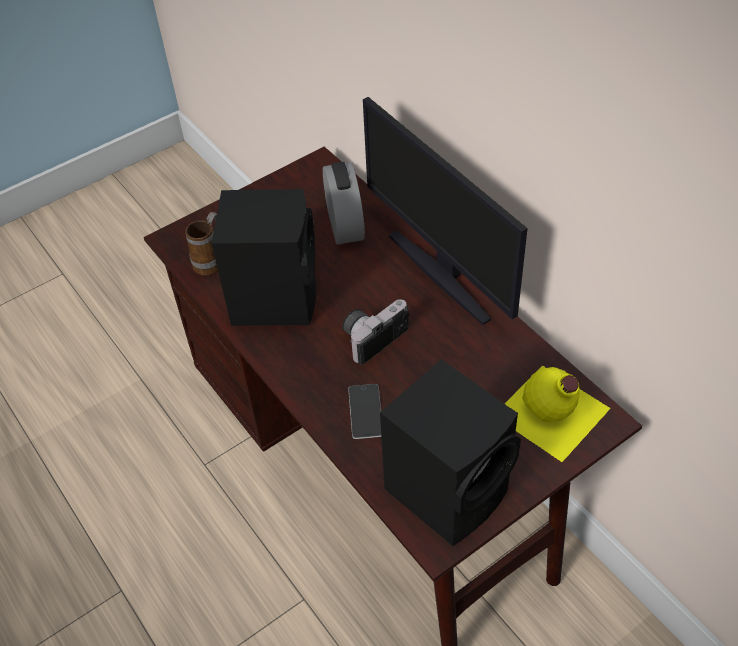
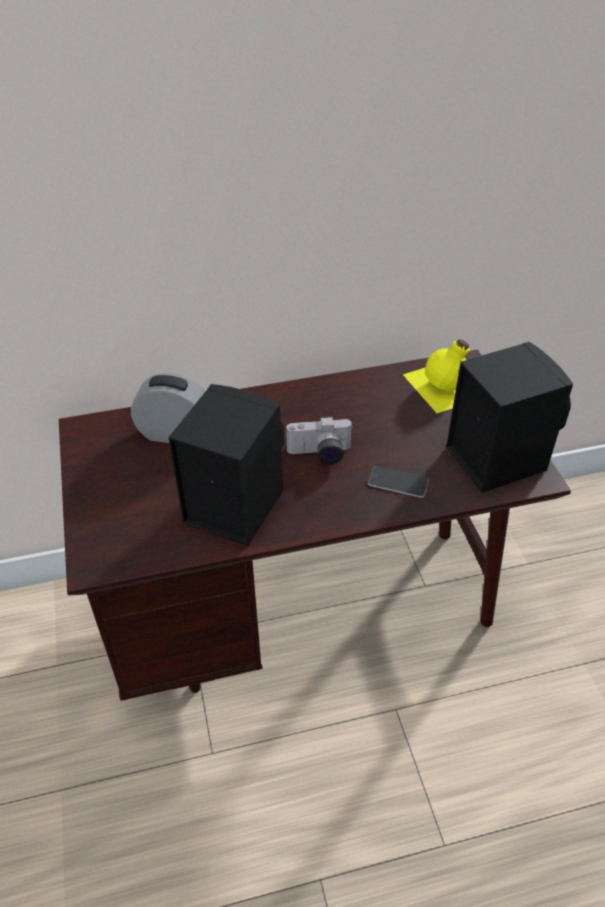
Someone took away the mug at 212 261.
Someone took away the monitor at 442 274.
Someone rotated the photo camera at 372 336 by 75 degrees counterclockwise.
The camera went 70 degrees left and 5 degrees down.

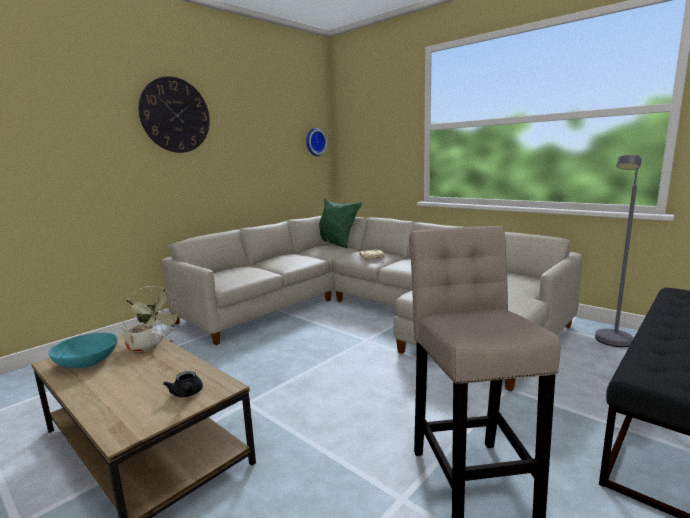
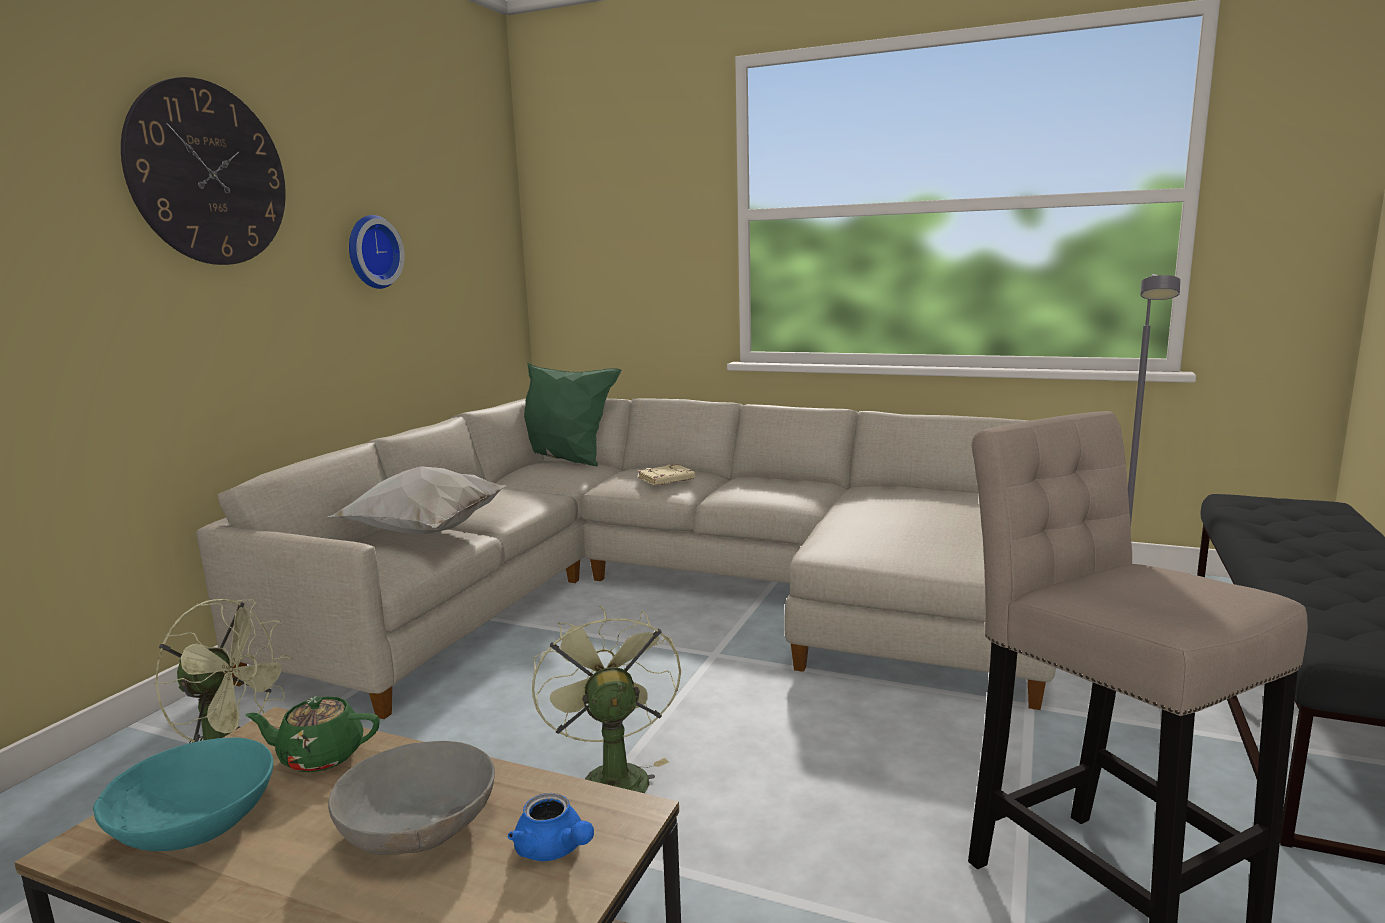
Someone put down the white pillow at 424 533.
Someone put down the grey bowl at 419 826.
Someone put down the green fan at 610 776.
Someone carried the wall clock from 314 142 to 371 252.
Someone repainted the beige teapot at 143 346, which became the green teapot at 320 756.
Someone repainted the black teapot at 187 394, which became the blue teapot at 554 850.
The camera went 20 degrees left and 0 degrees up.

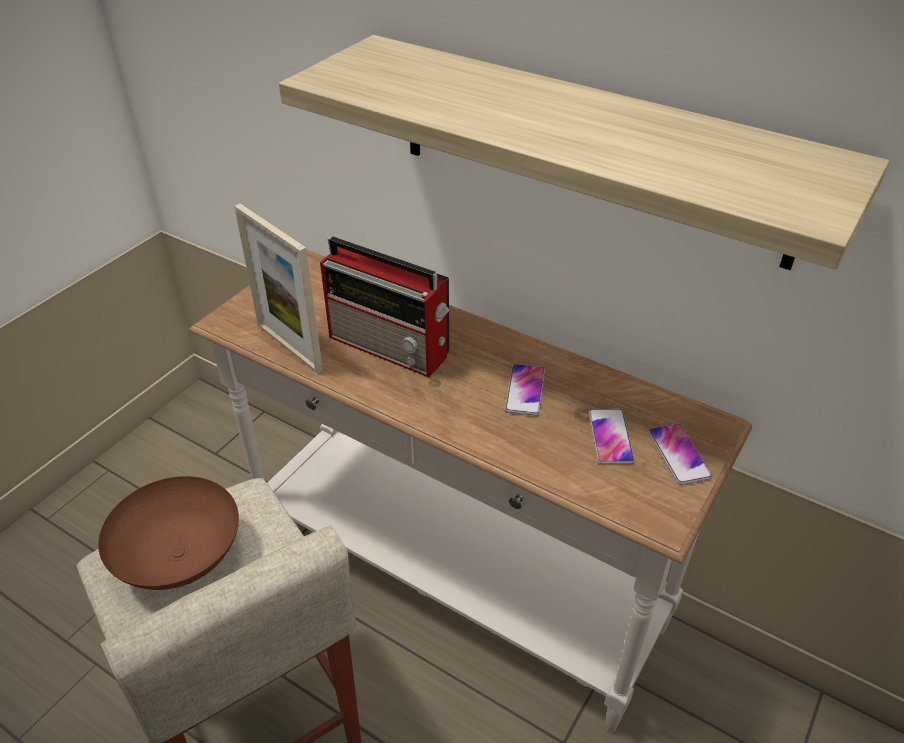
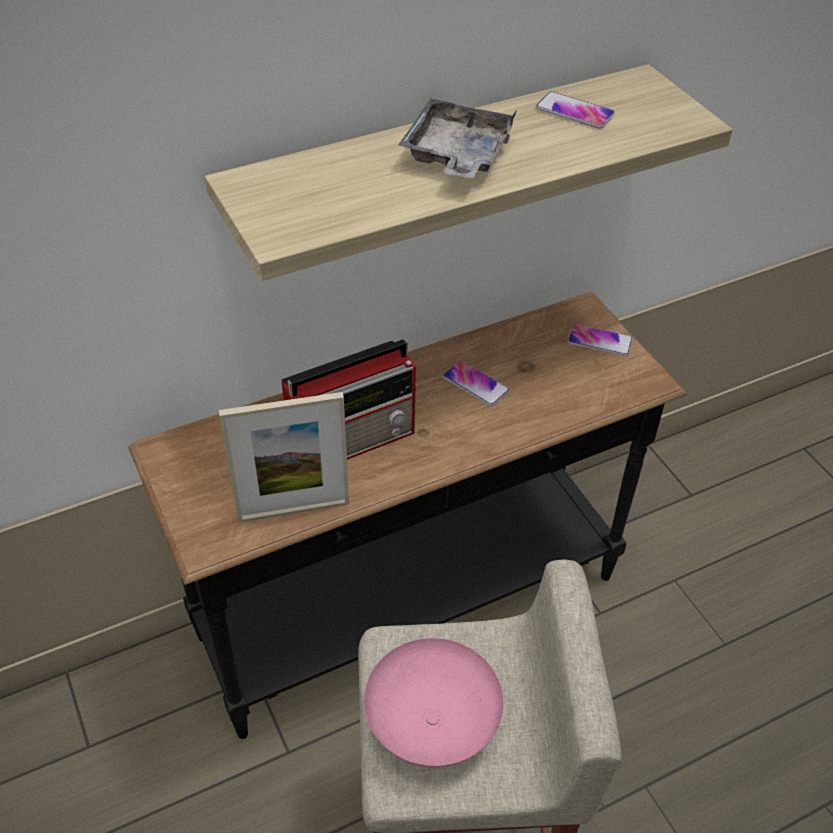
Someone put down the grey tray at 456 155.
Someone carried the phone from 610 437 to 574 111.
Someone repainted the brown bowl at 182 556, which became the pink bowl at 431 721.
Someone repainted the white console table at 452 581, which became the black console table at 412 610.
The camera went 60 degrees left and 5 degrees up.

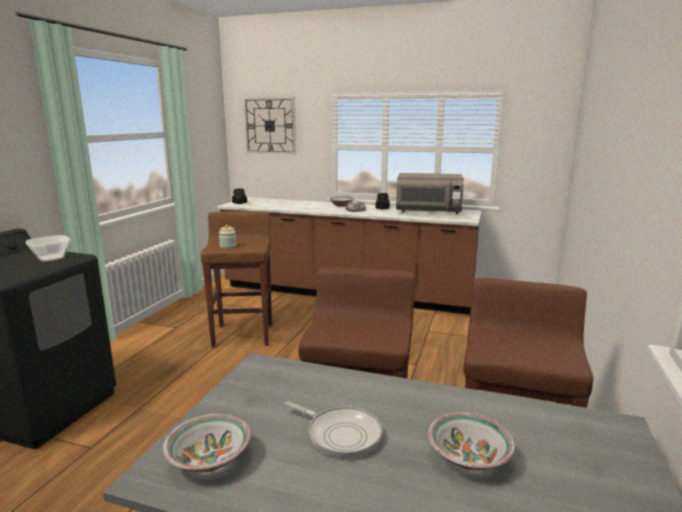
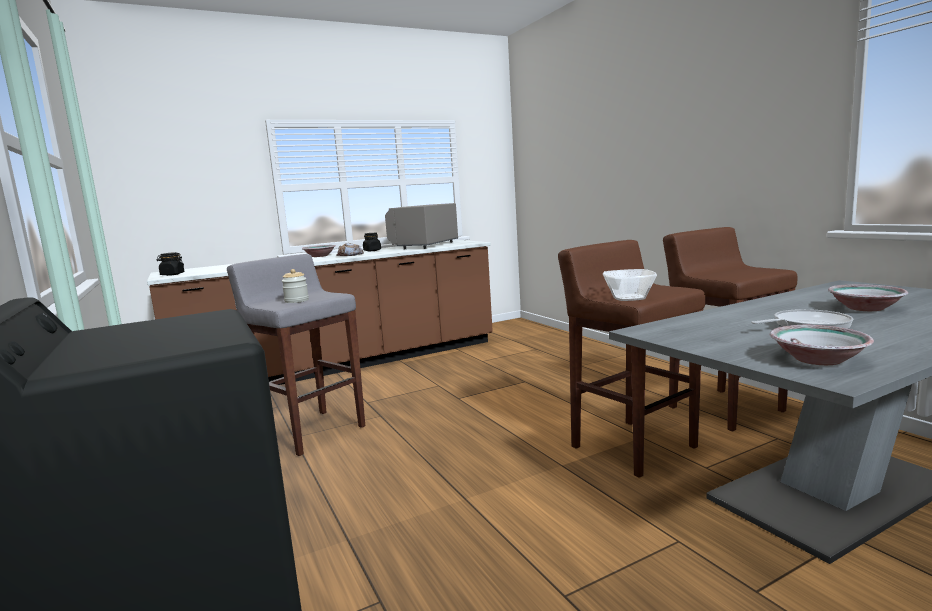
Someone took away the wall clock at 270 126.
Someone carried the bowl from 51 258 to 628 298.
Someone repainted the brown stool at 243 334, which became the grey stool at 311 431.
Someone rotated the grey microwave at 428 212 by 150 degrees clockwise.
The camera went 45 degrees left and 5 degrees down.

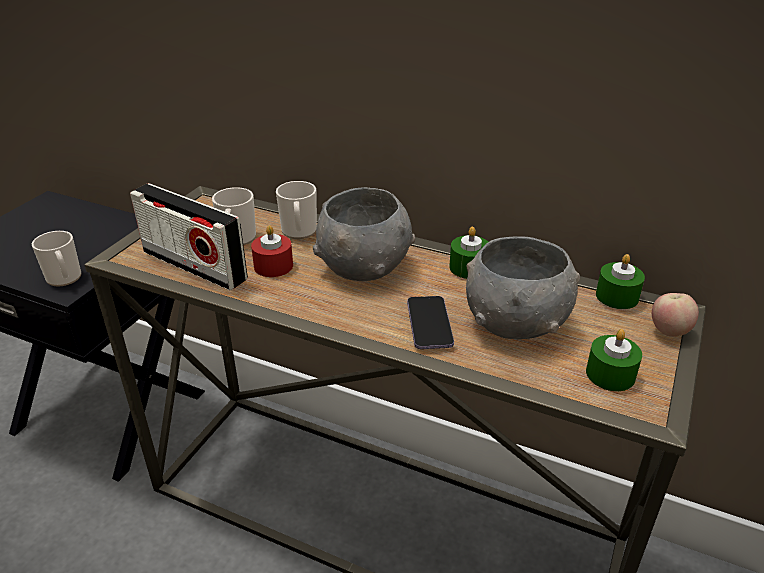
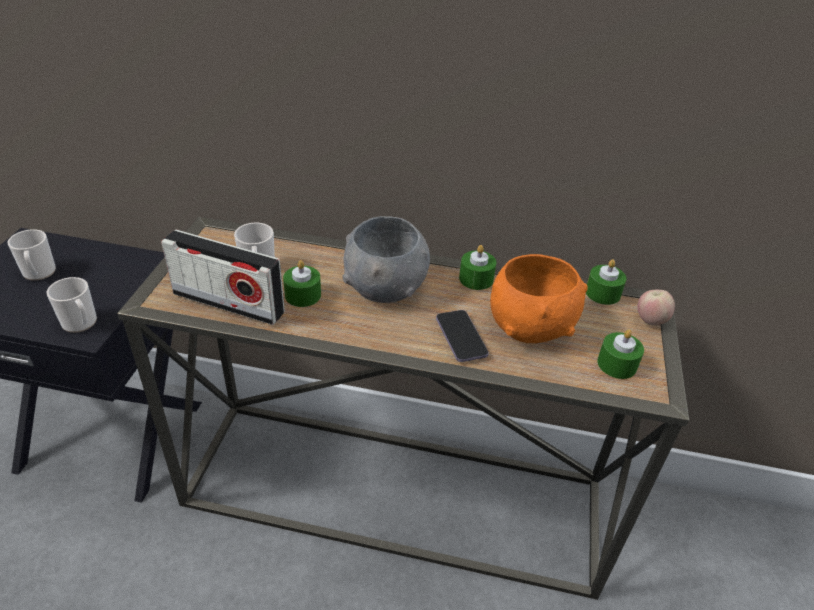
Someone carried the mug from 299 232 to 39 273.
Someone repainted the red candle at 273 266, which became the green candle at 303 295.
Someone repainted the grey bowl at 516 324, which became the orange bowl at 531 328.
The camera went 15 degrees left and 5 degrees up.

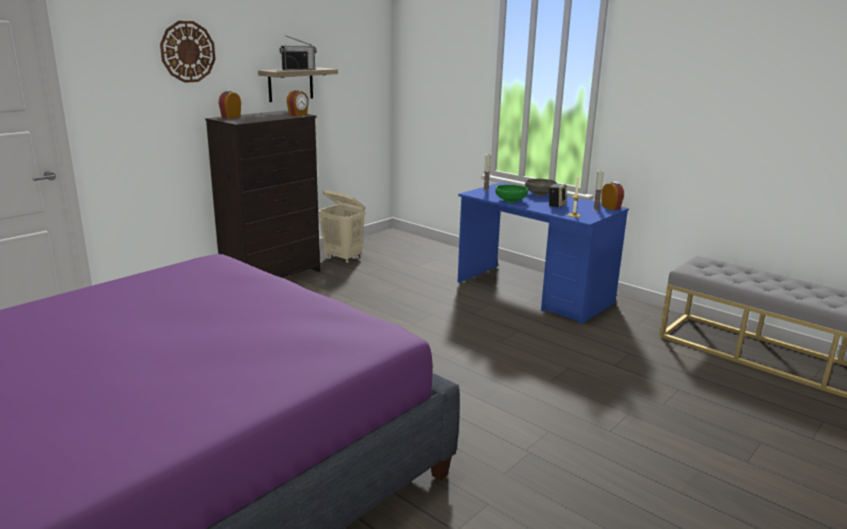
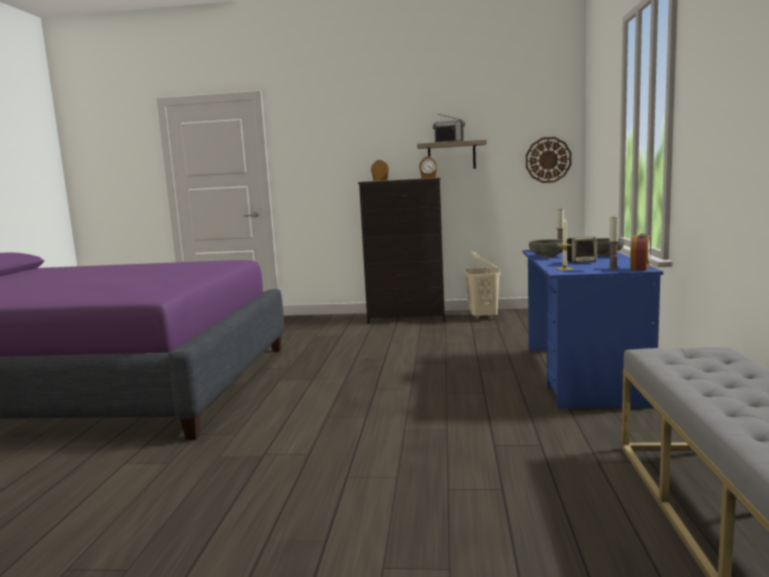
Someone carried the wall clock from 187 51 to 548 160.
Someone repainted the green bowl at 510 201, which became the grey bowl at 548 256.
The camera went 55 degrees right and 10 degrees down.

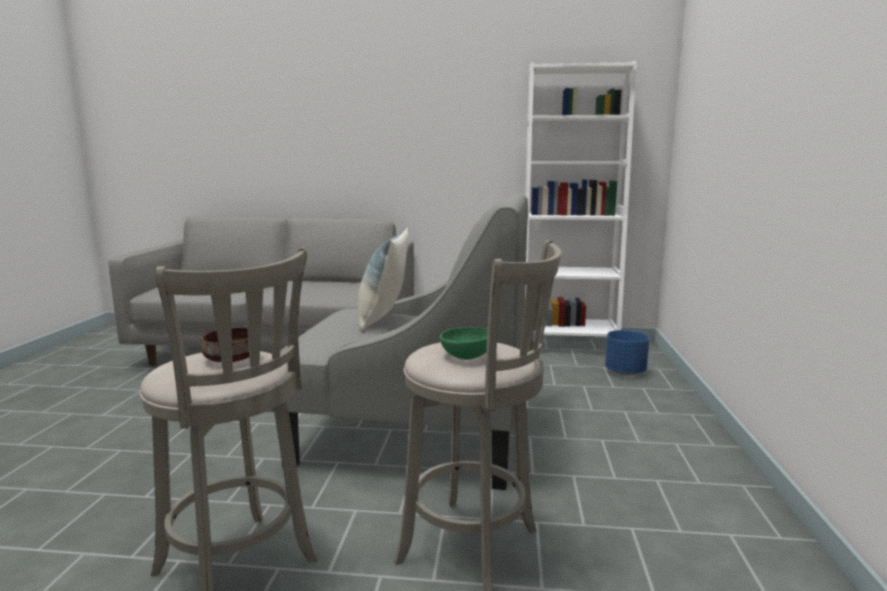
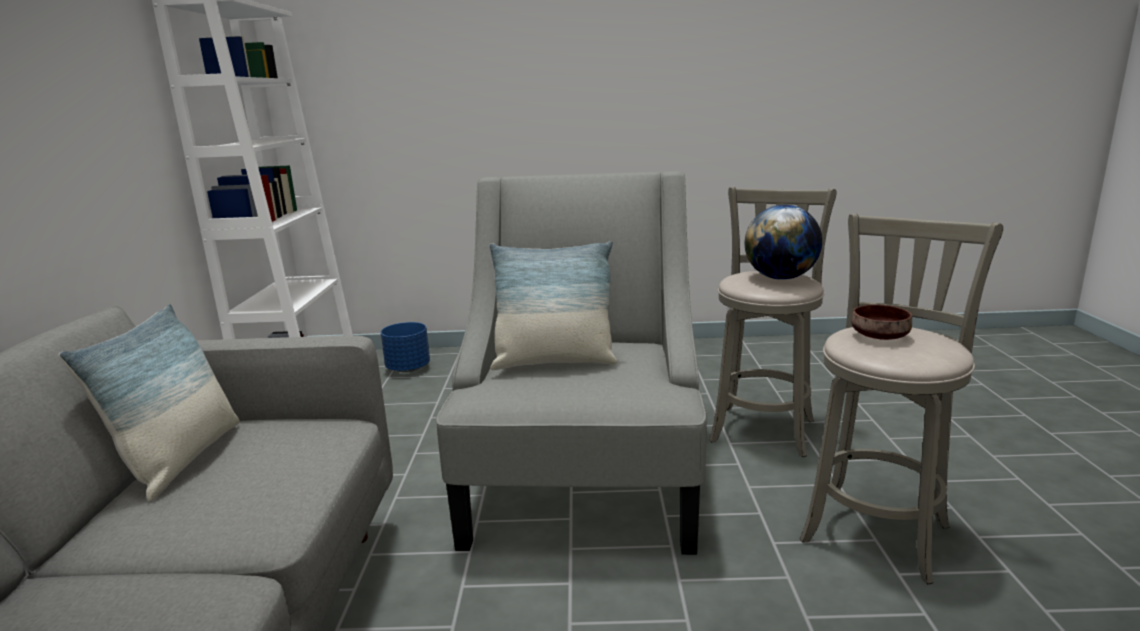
Someone put down the pillow at 181 460.
Someone swapped the green bowl at 466 356 for the globe at 780 278.
The camera went 95 degrees left and 5 degrees up.

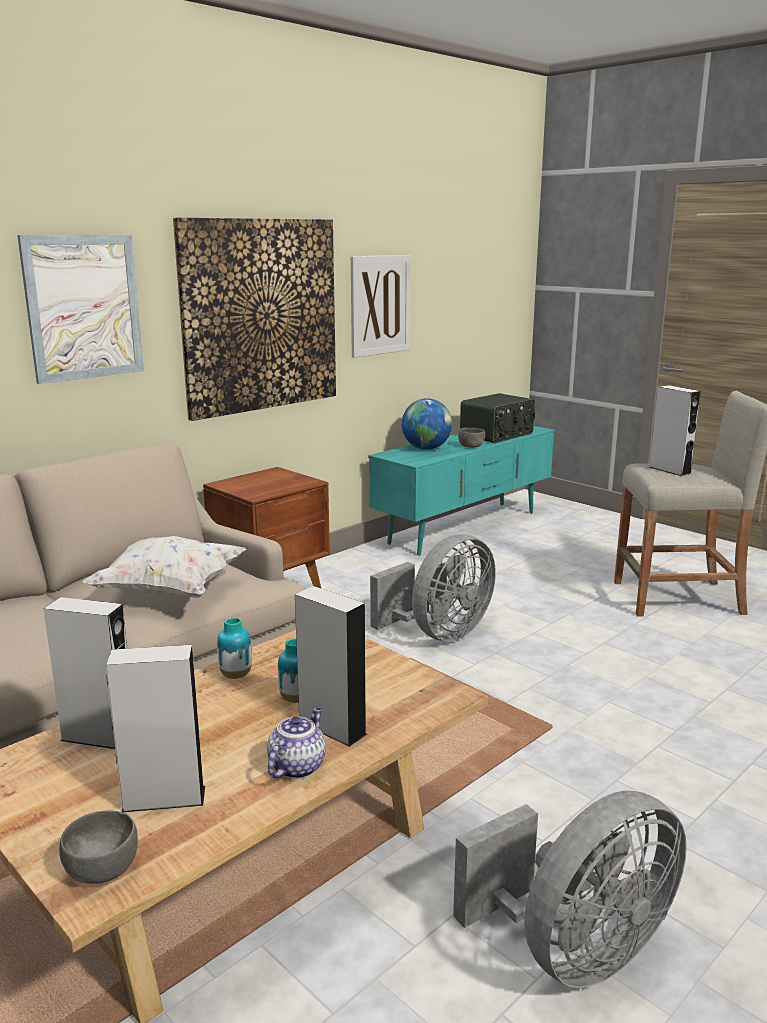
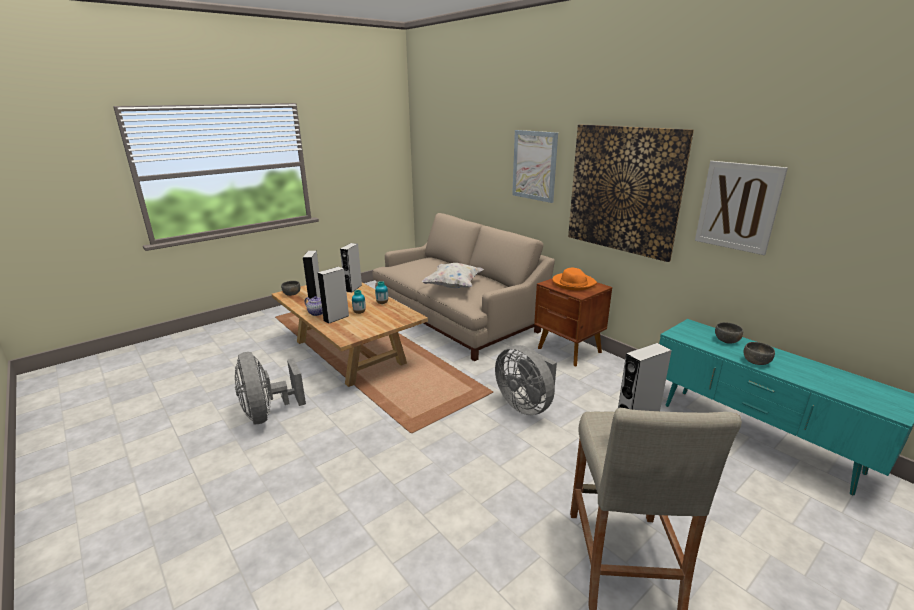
Someone took away the radio at 497 435.
Someone put down the orange hat at 573 283.
Someone swapped the globe at 426 448 for the grey bowl at 727 340.
The camera went 95 degrees right and 5 degrees up.

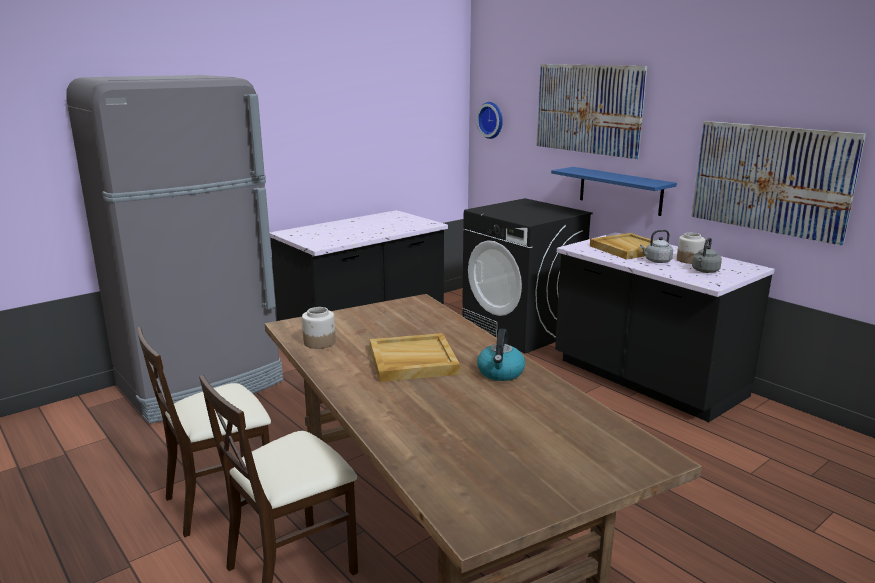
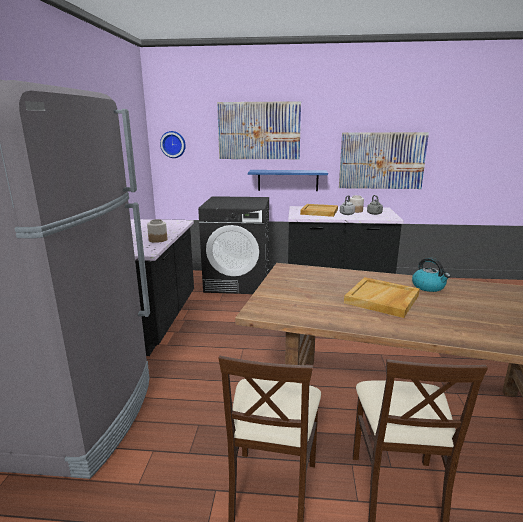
Someone carried the jar from 320 342 to 158 240.
The camera went 45 degrees left and 0 degrees up.

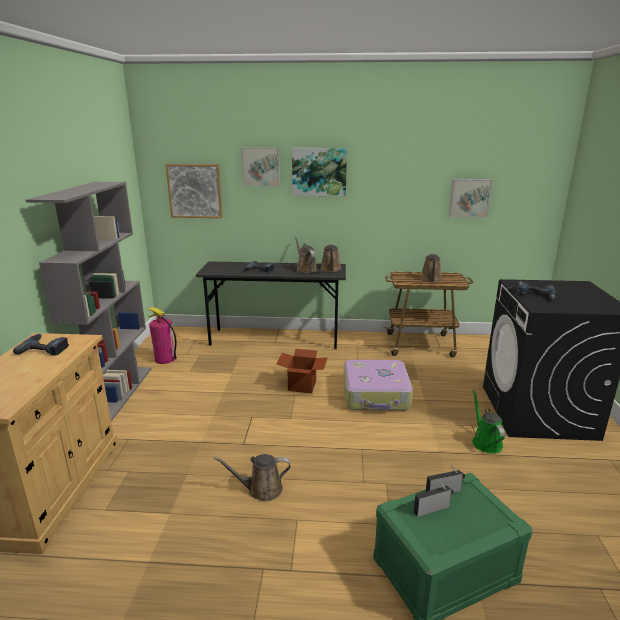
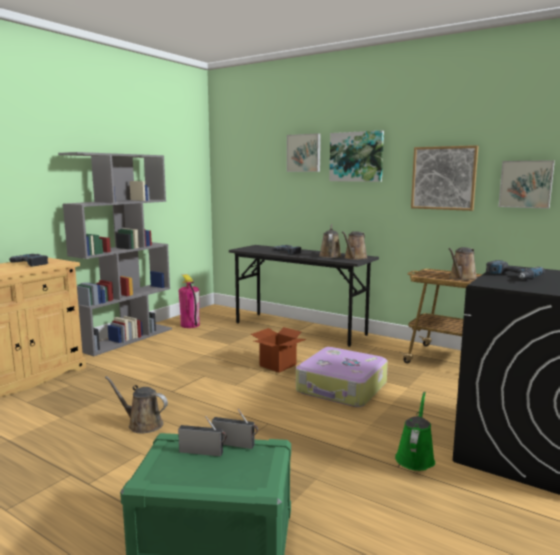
Someone carried the picture from 195 191 to 443 178.
The camera went 30 degrees right and 10 degrees down.

